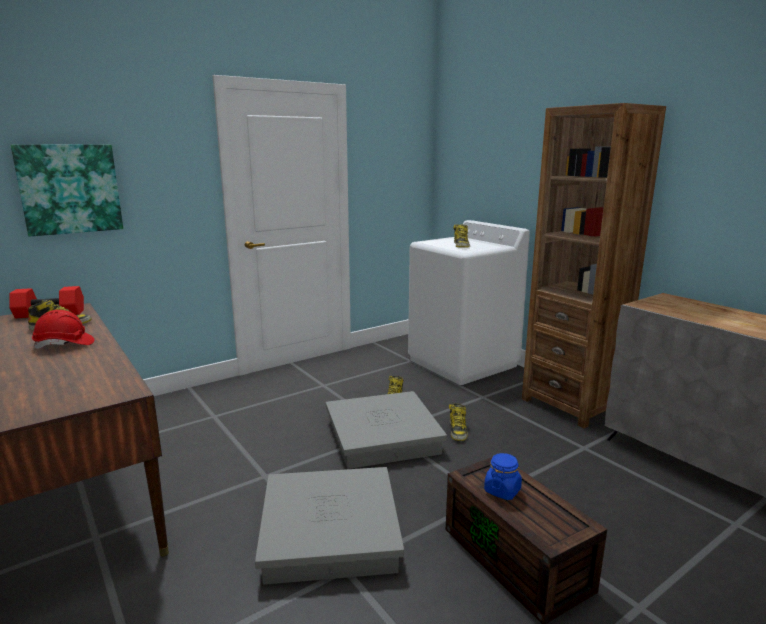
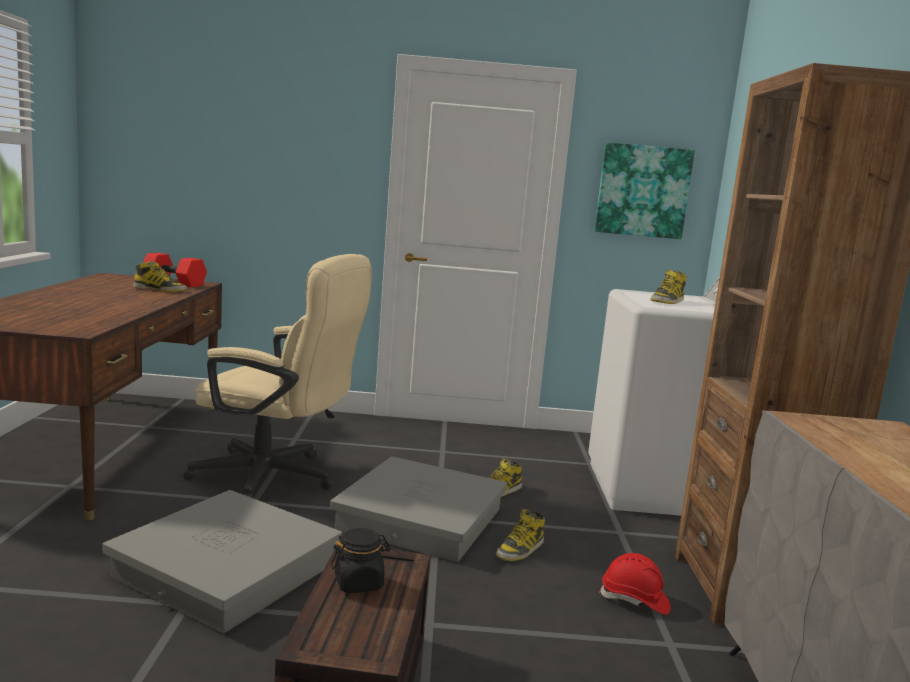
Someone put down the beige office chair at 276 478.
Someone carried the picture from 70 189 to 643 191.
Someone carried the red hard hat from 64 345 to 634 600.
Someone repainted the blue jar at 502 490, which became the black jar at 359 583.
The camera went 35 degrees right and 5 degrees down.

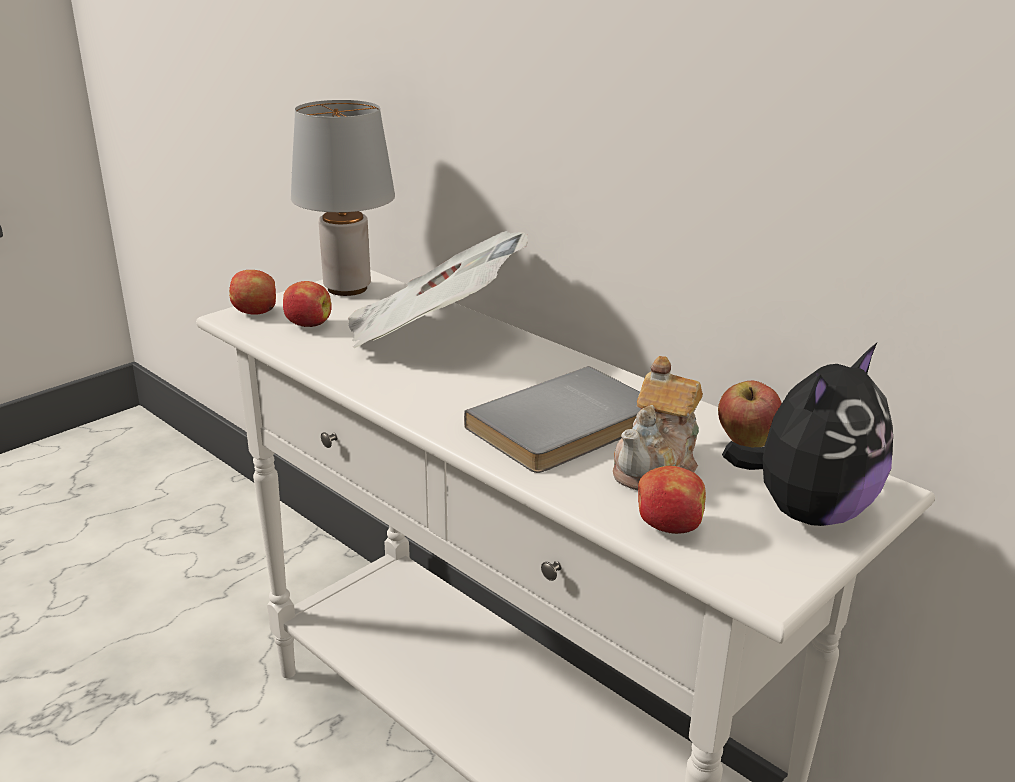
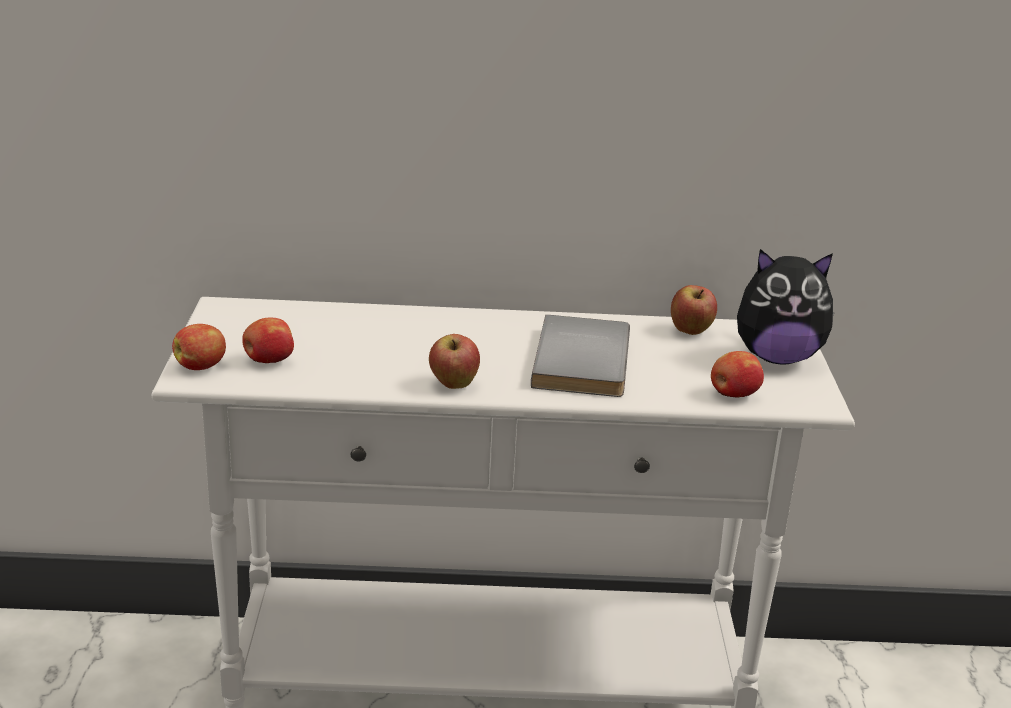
Someone took away the grey table lamp at 347 288.
Someone took away the newspaper at 430 334.
Someone took away the teapot at 657 466.
Someone put down the apple at 453 385.
Someone rotated the plush toy at 807 512 by 90 degrees clockwise.
The camera went 45 degrees left and 0 degrees up.

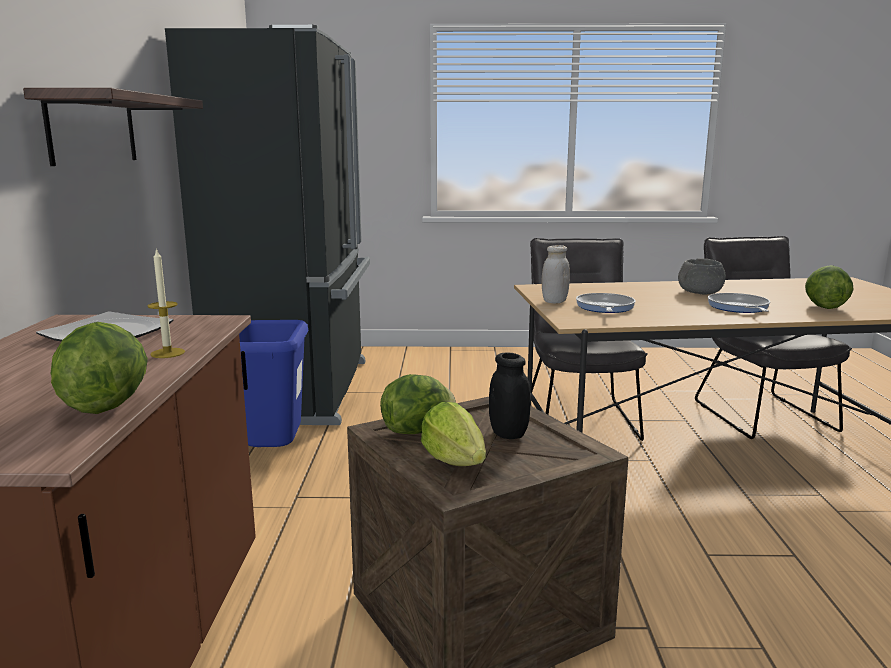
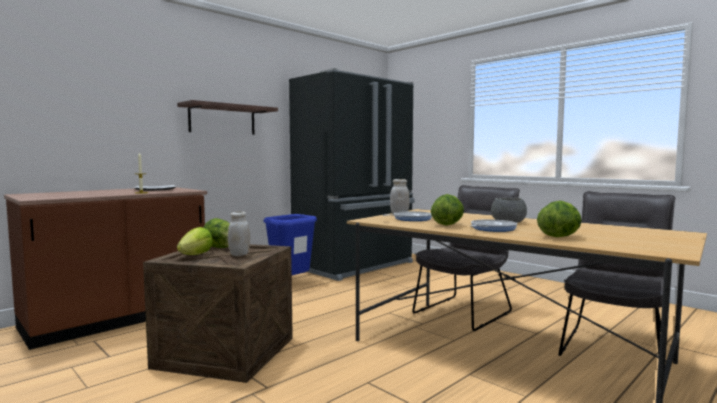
Someone carried the lettuce from 106 405 to 447 225.
Someone repainted the black jar at 508 434, which became the white jar at 239 254.
The camera went 45 degrees right and 10 degrees down.

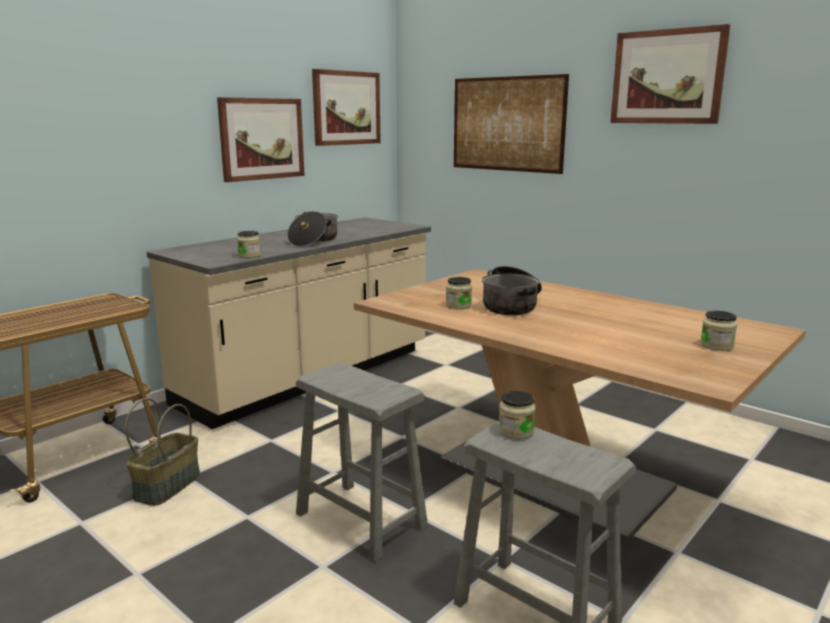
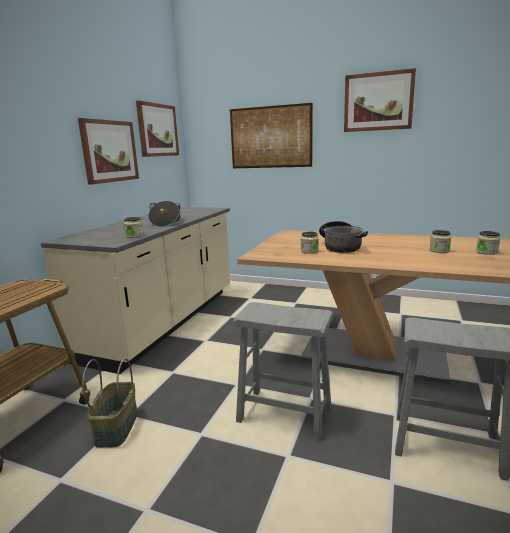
Someone carried the jar from 516 431 to 439 251.
The camera went 20 degrees left and 0 degrees up.

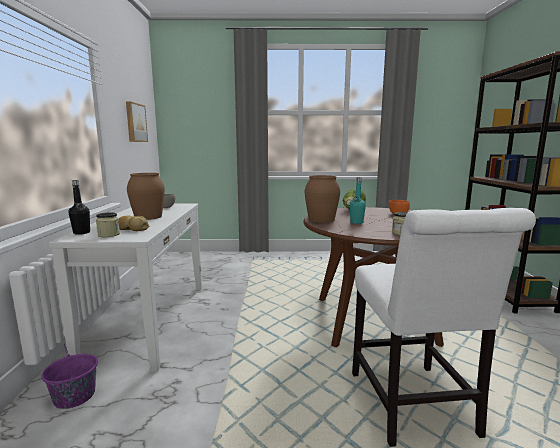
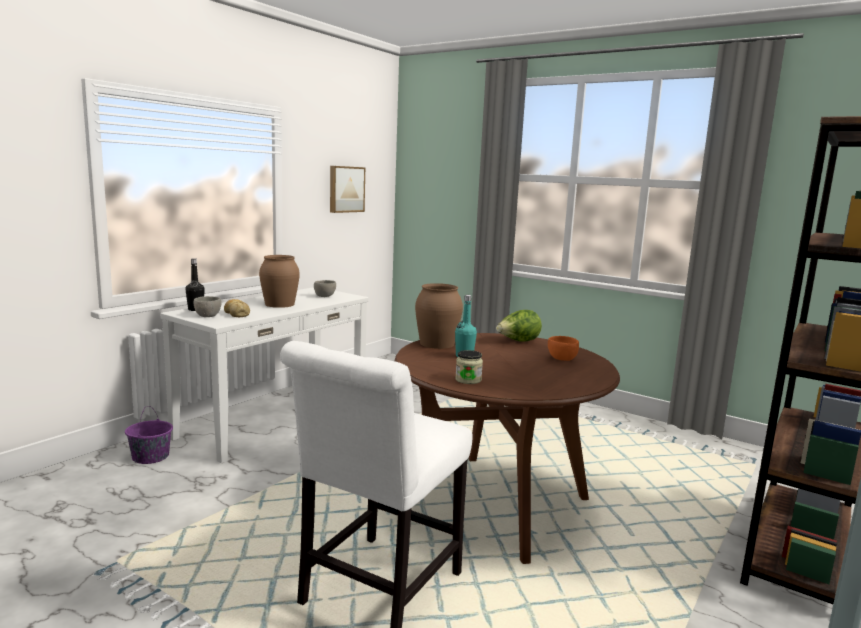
Someone swapped the jar at 109 235 for the grey bowl at 207 315.
The camera went 35 degrees right and 0 degrees up.

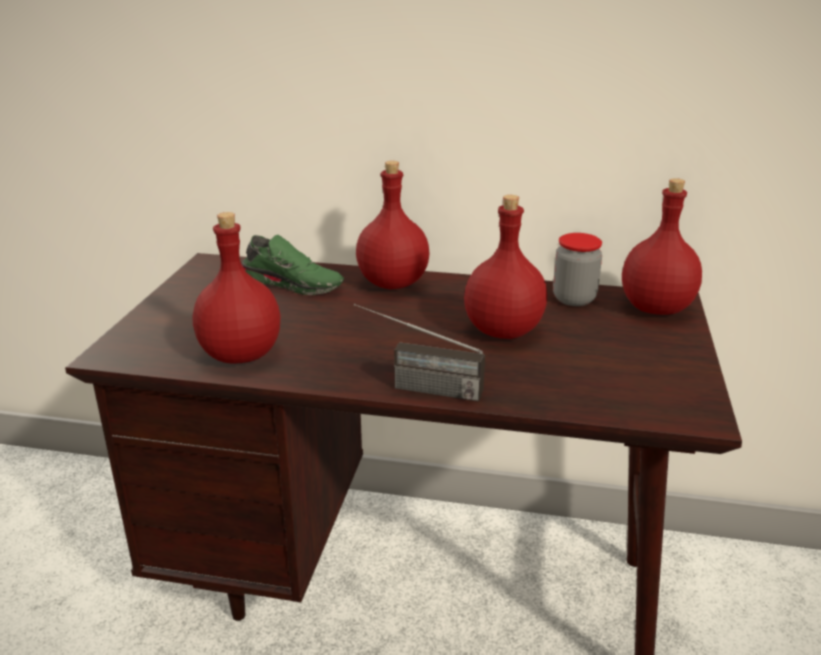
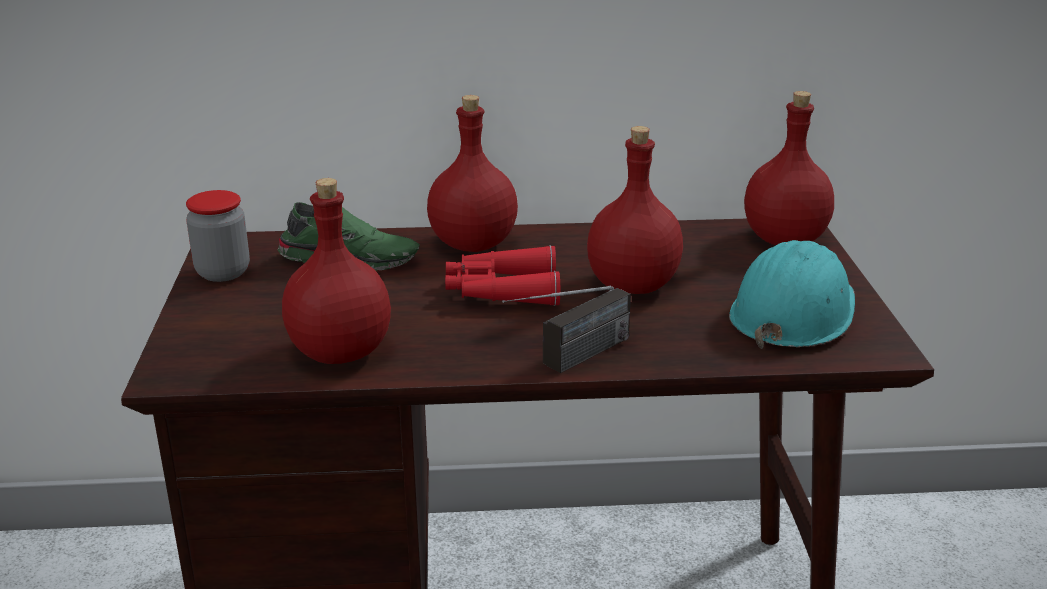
Someone put down the red binoculars at 501 291.
Someone put down the turquoise hard hat at 792 313.
Someone carried the jar from 574 299 to 223 272.
Someone rotated the radio at 415 387 by 45 degrees counterclockwise.
The camera went 15 degrees left and 0 degrees up.

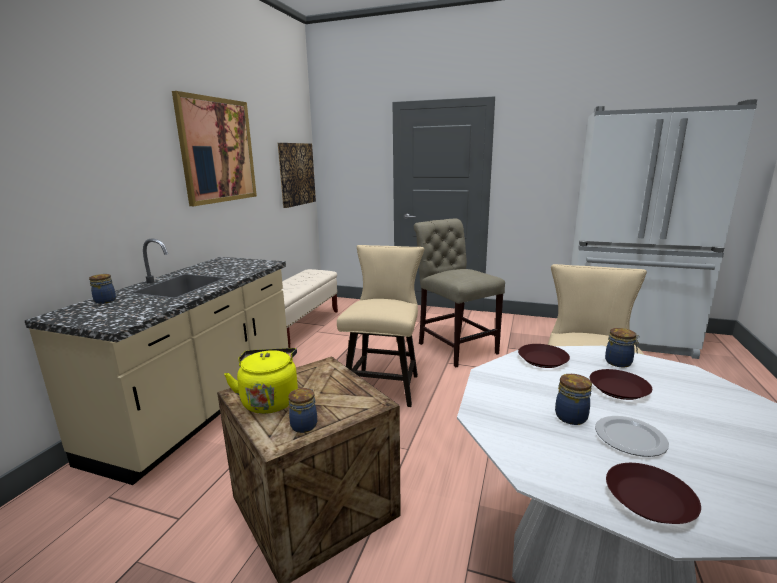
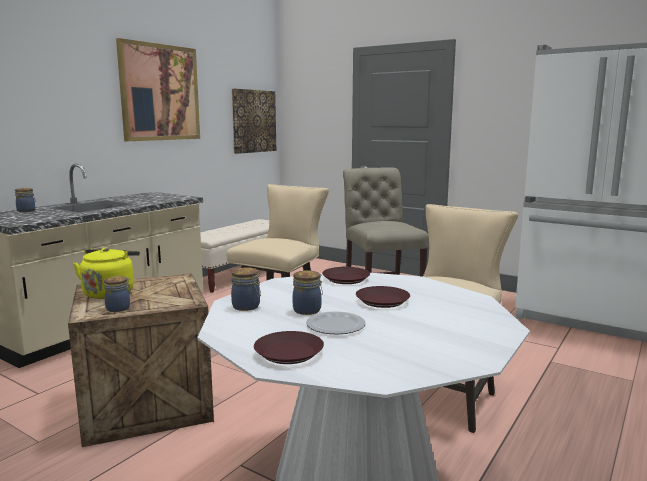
Someone carried the jar from 619 362 to 247 307.
The camera went 15 degrees right and 5 degrees down.

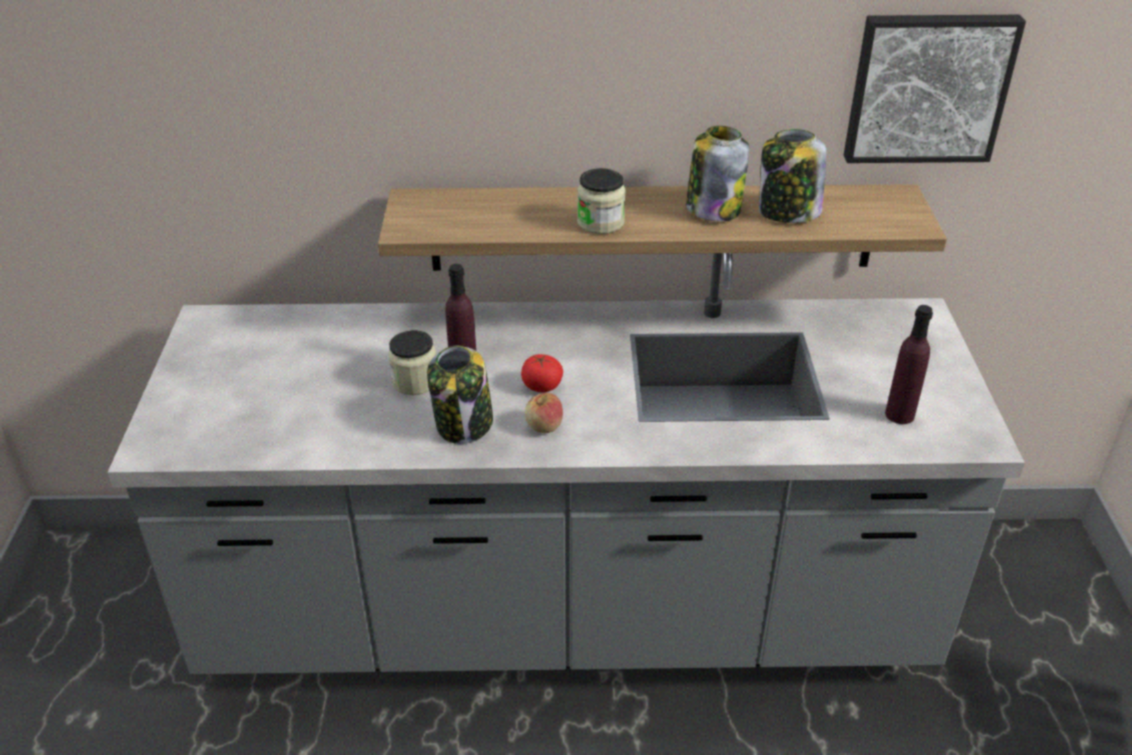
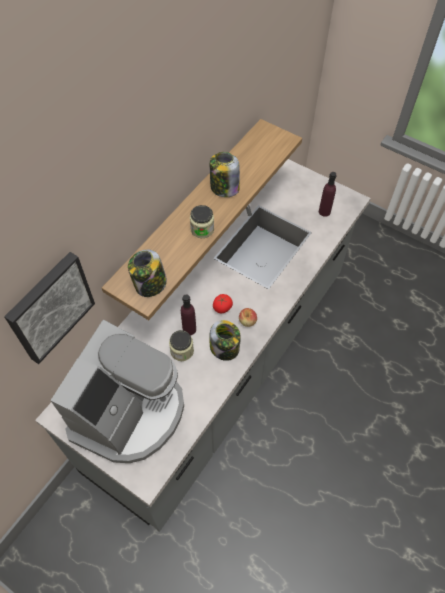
Someone put down the coffee machine at 129 412.
Someone carried the jar from 787 212 to 150 285.
Someone carried the picture from 928 87 to 49 306.
The camera went 55 degrees left and 20 degrees up.

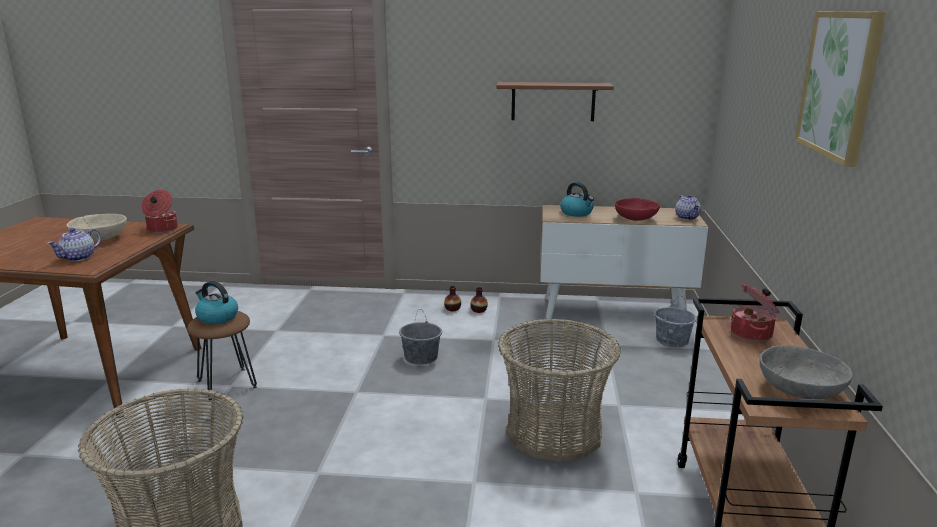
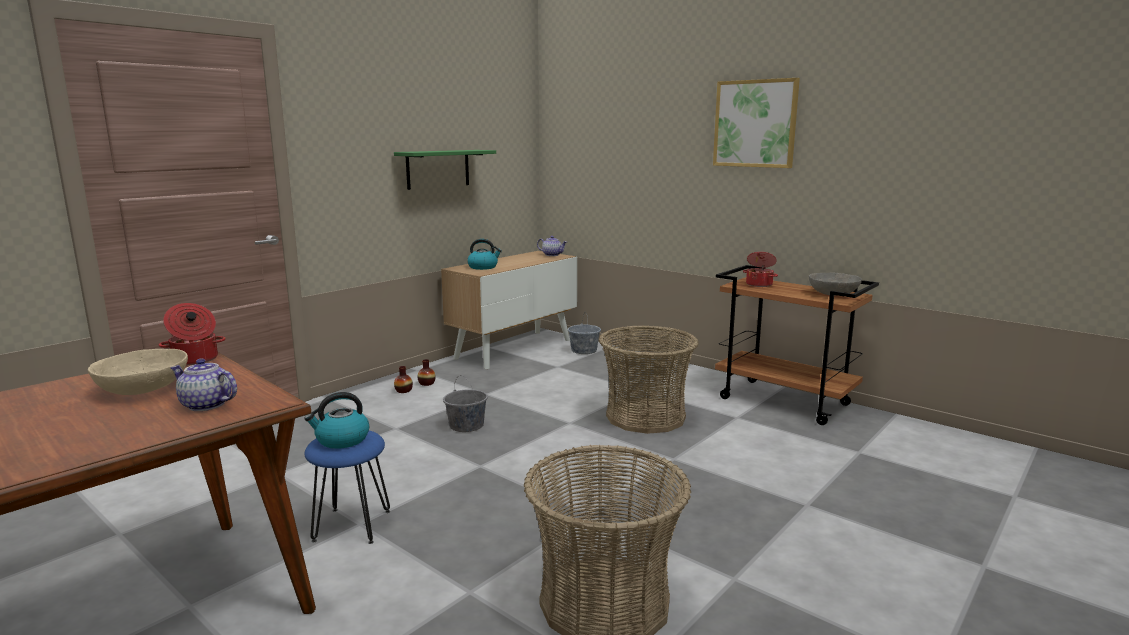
Someone took away the red bowl at 635 219.
Someone repainted the brown stool at 227 384, which became the blue stool at 353 525.
Someone repainted the brown shelf at 553 101, which became the green shelf at 438 169.
Someone rotated the teapot at 78 258 by 135 degrees clockwise.
The camera went 55 degrees left and 5 degrees down.

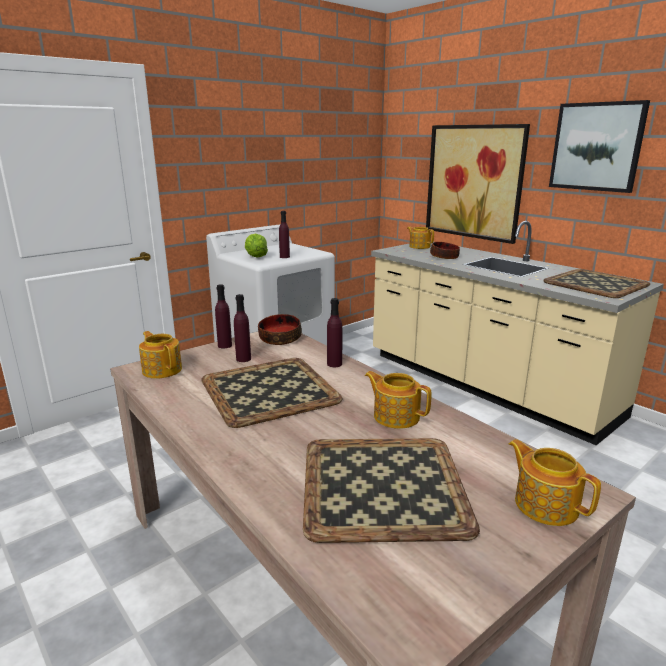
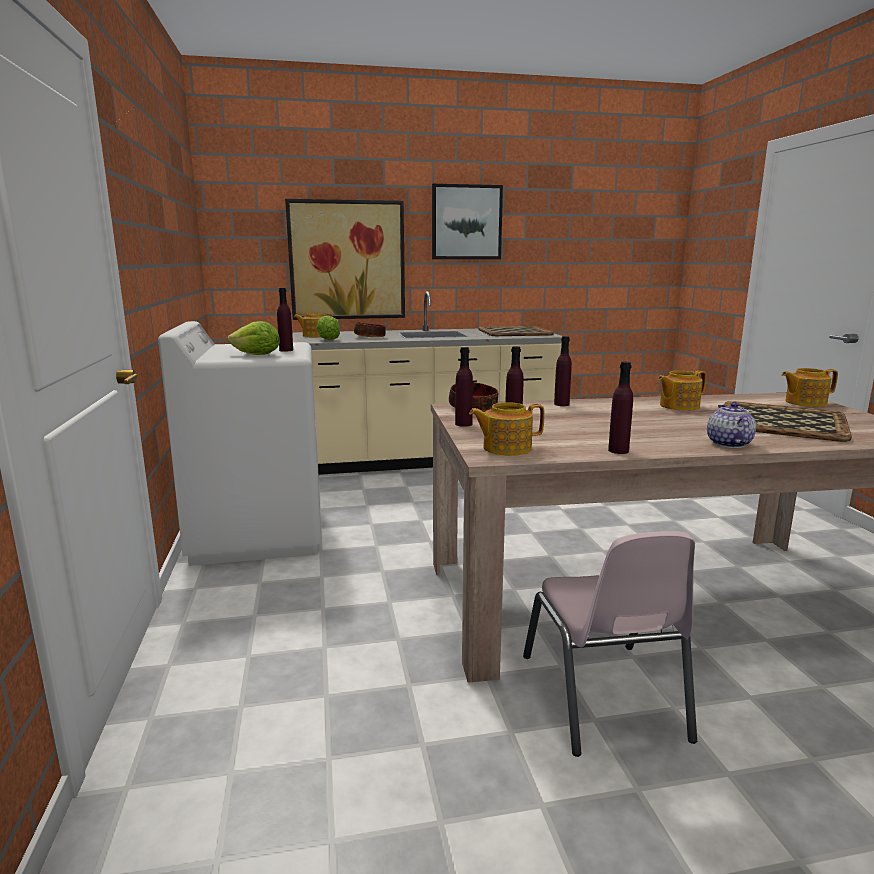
Someone took away the tray at 271 391.
Someone put down the lettuce at 327 340.
Someone put down the pink chair at 603 696.
Someone put down the purple bottle at 618 451.
Someone put down the teapot at 728 444.
The camera went 60 degrees left and 5 degrees down.

